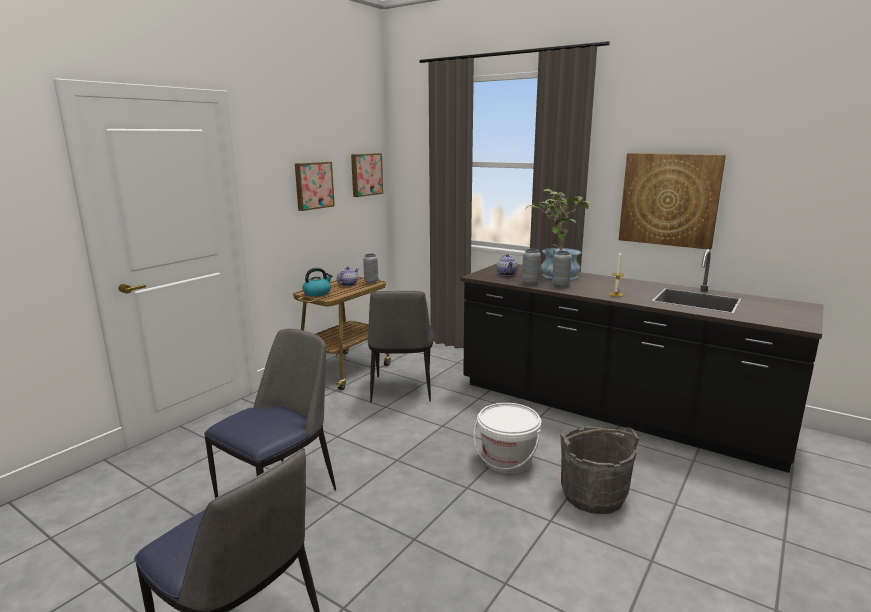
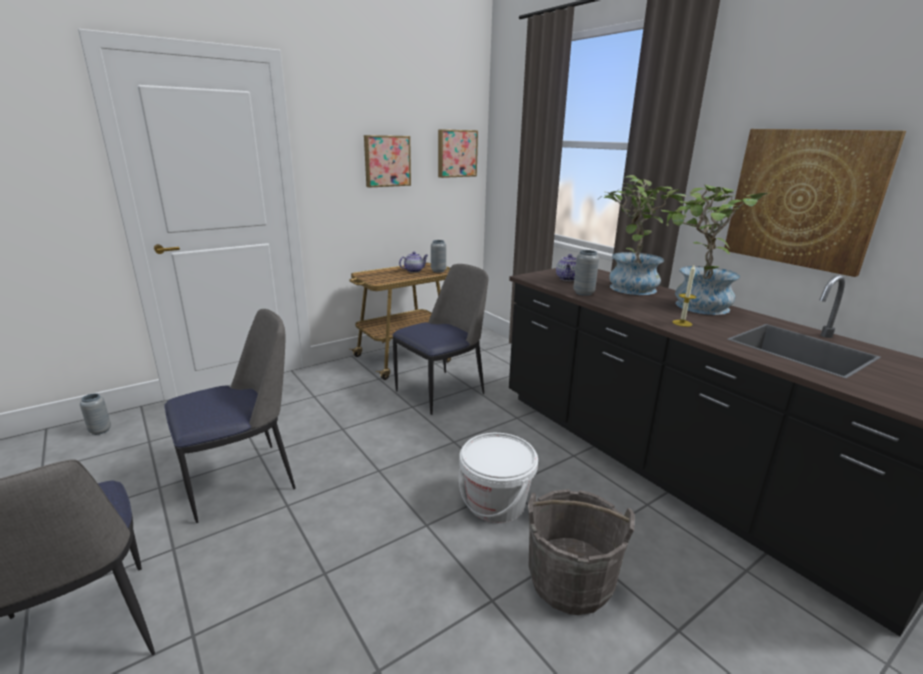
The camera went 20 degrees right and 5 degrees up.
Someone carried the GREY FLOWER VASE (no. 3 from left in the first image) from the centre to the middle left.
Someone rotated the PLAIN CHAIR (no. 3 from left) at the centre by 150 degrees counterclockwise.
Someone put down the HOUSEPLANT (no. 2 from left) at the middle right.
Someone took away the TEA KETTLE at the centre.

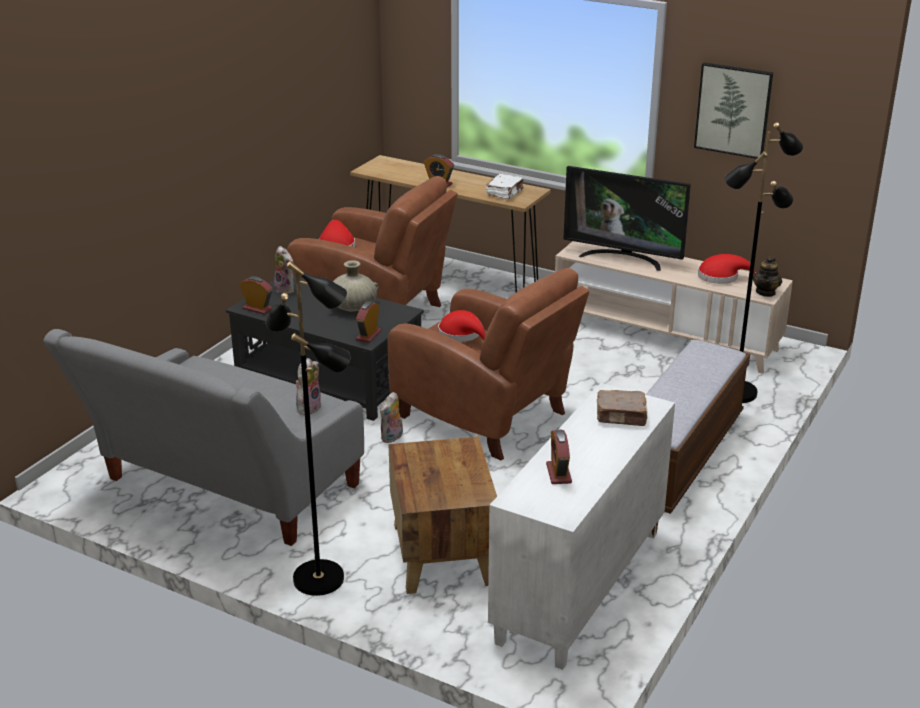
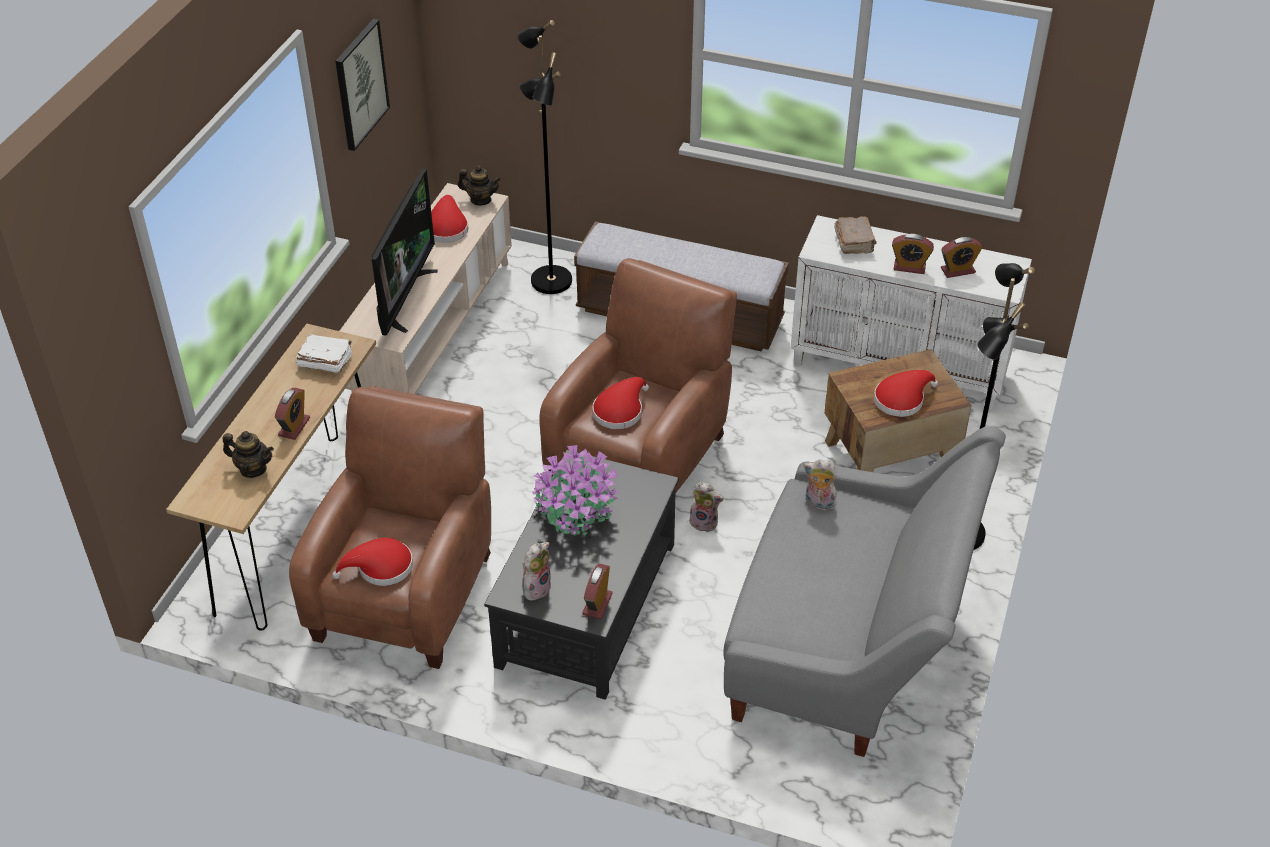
The camera went 100 degrees left and 15 degrees up.
Someone put down the TEAPOT (no. 1 from left) at the middle left.
Someone swapped the BEIGE-COLOURED FLOWER VASE at the centre for the HOUSEPLANT at the centre.
Someone put down the REDDISH CLOTHING HAT (no. 4 from left) at the middle right.
Someone carried the TABLE CLOCK (no. 2 from left in the first image) from the centre to the top right.

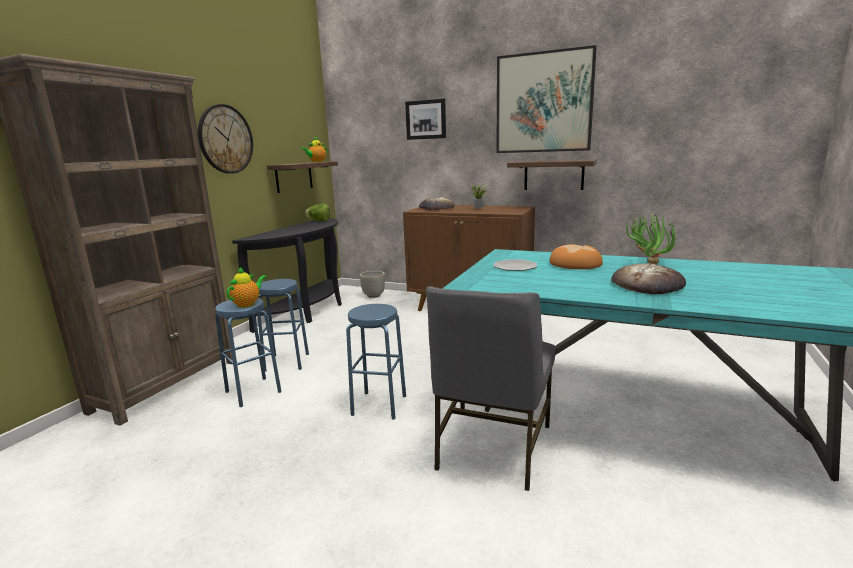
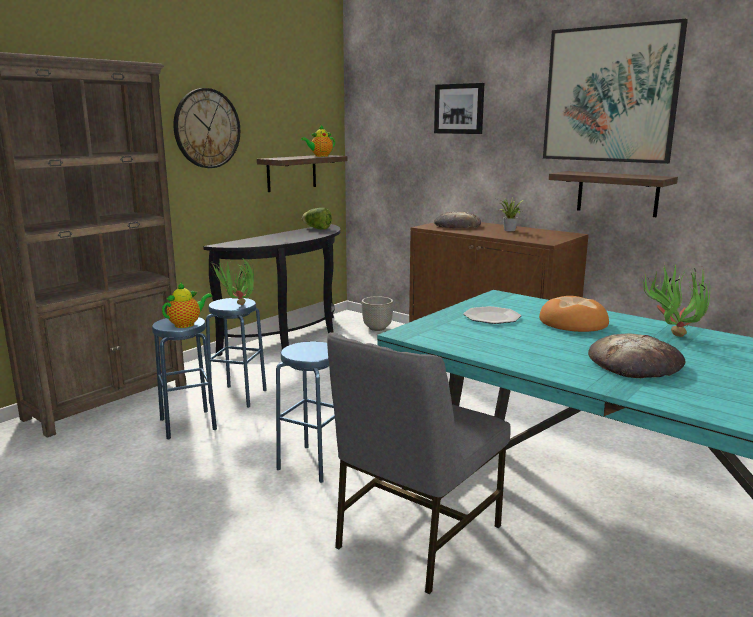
The camera went 15 degrees right and 0 degrees up.
Someone put down the HOUSEPLANT (no. 1 from left) at the middle left.

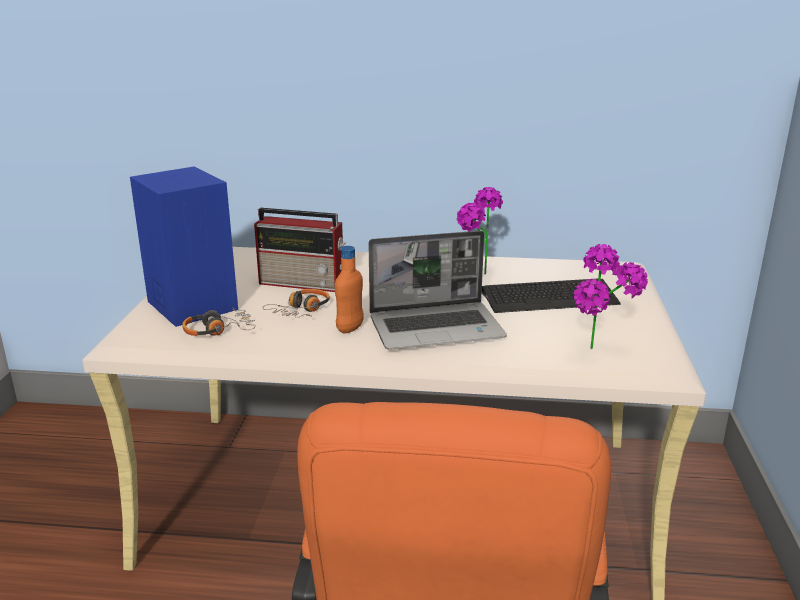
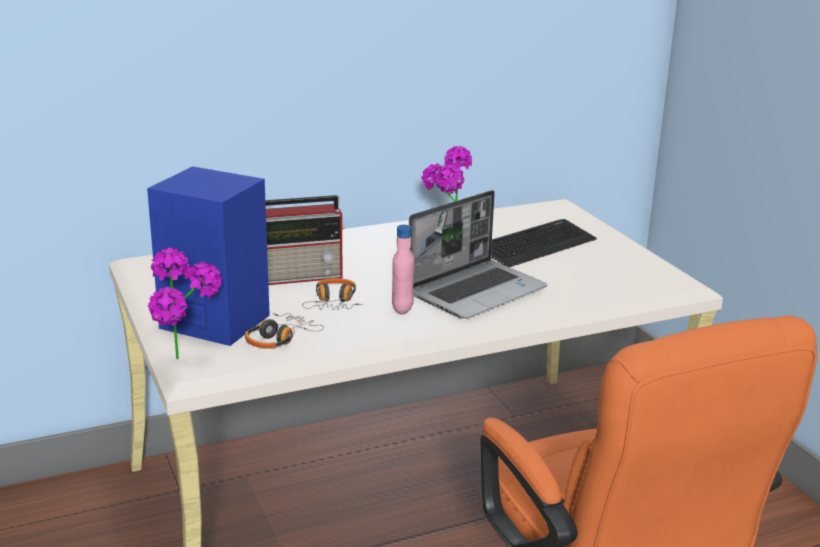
The camera went 30 degrees left and 0 degrees up.
Someone carried the HOUSEPLANT (no. 2 from left in the first image) from the middle right to the middle left.
Someone repainted the ORANGEY DRINK BOTTLE at the centre, which became the PINK-COLOURED DRINK BOTTLE at the centre.

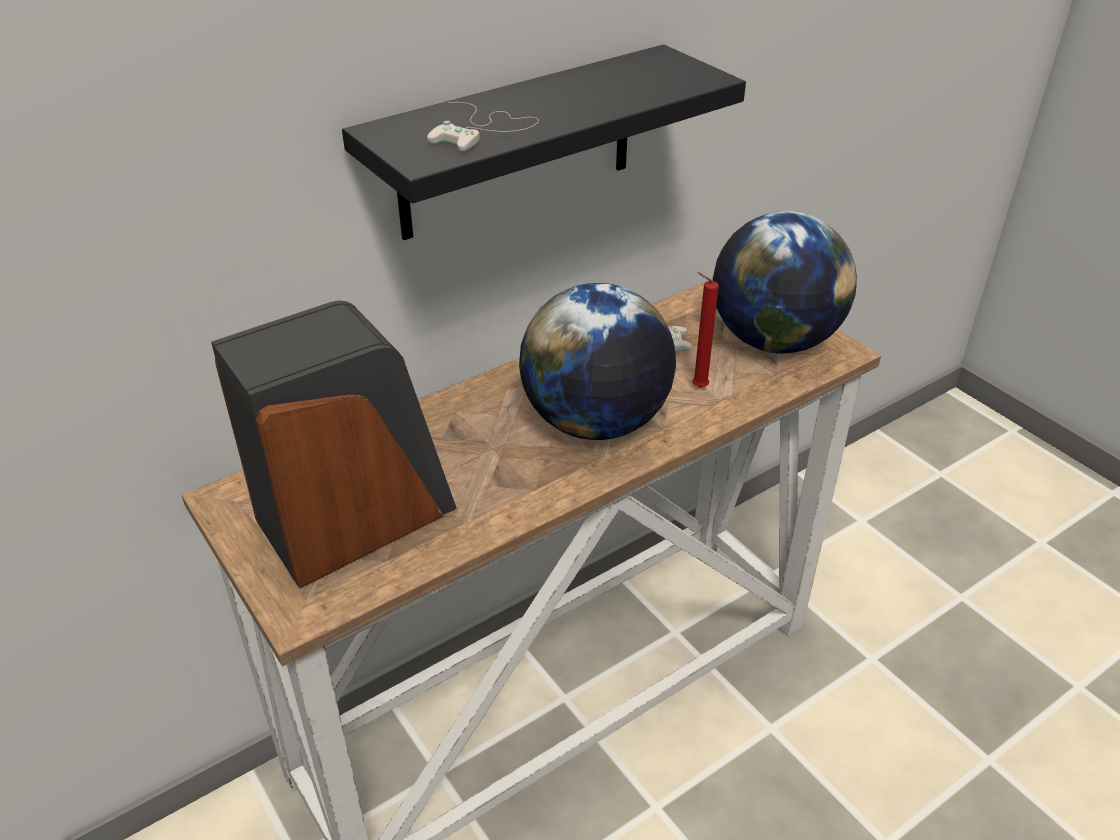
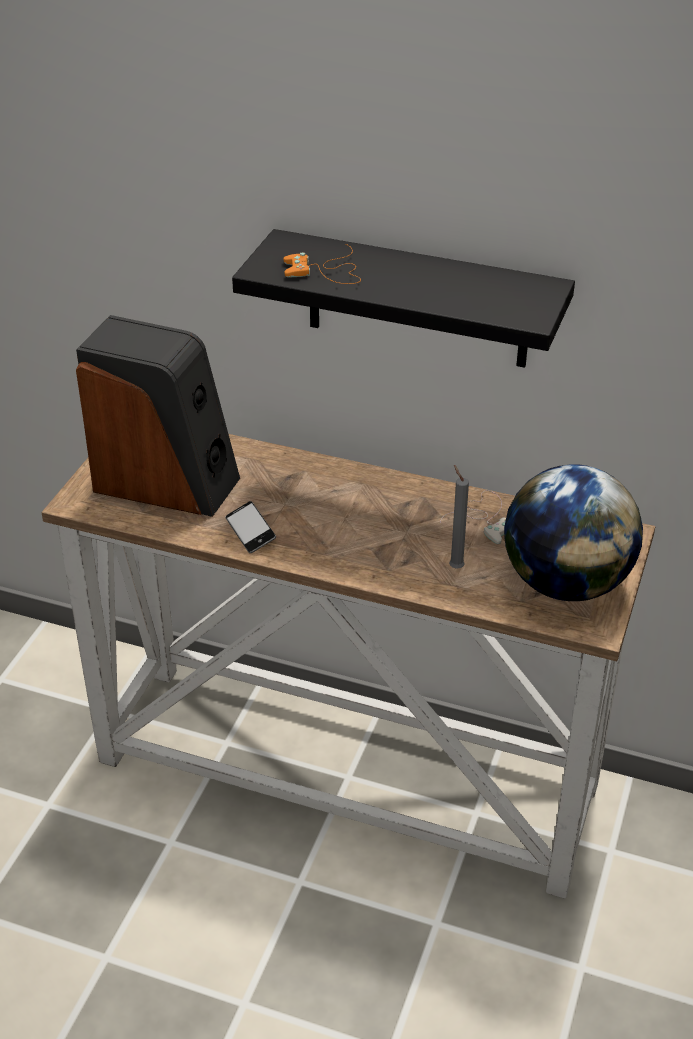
The camera went 55 degrees right and 0 degrees up.
Someone put down the HANDSET at the centre.
Someone repainted the WHITE-COLOURED JOYPAD (no. 1 from left) at the top centre, which became the ORANGEY JOYPAD at the top centre.
Someone repainted the REDDISH WAX CANDLE at the centre, which became the GREY WAX CANDLE at the centre.
Someone took away the DESK GLOBE (no. 1 from left) at the centre.

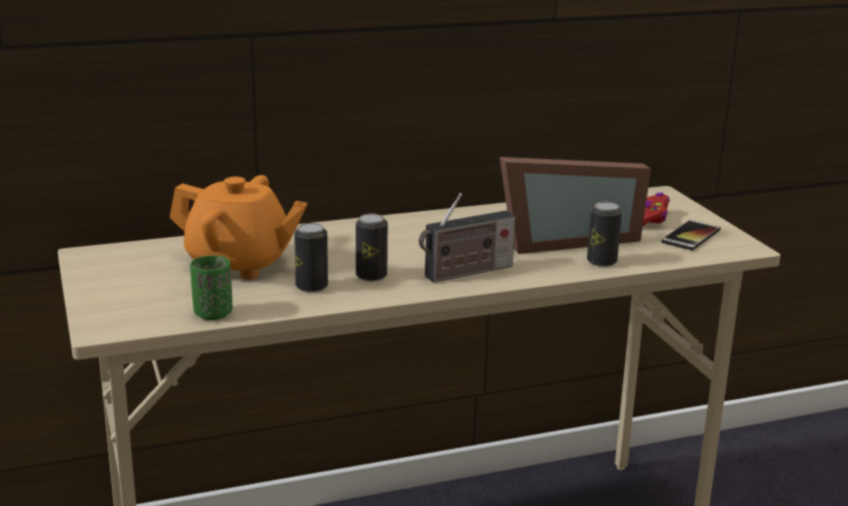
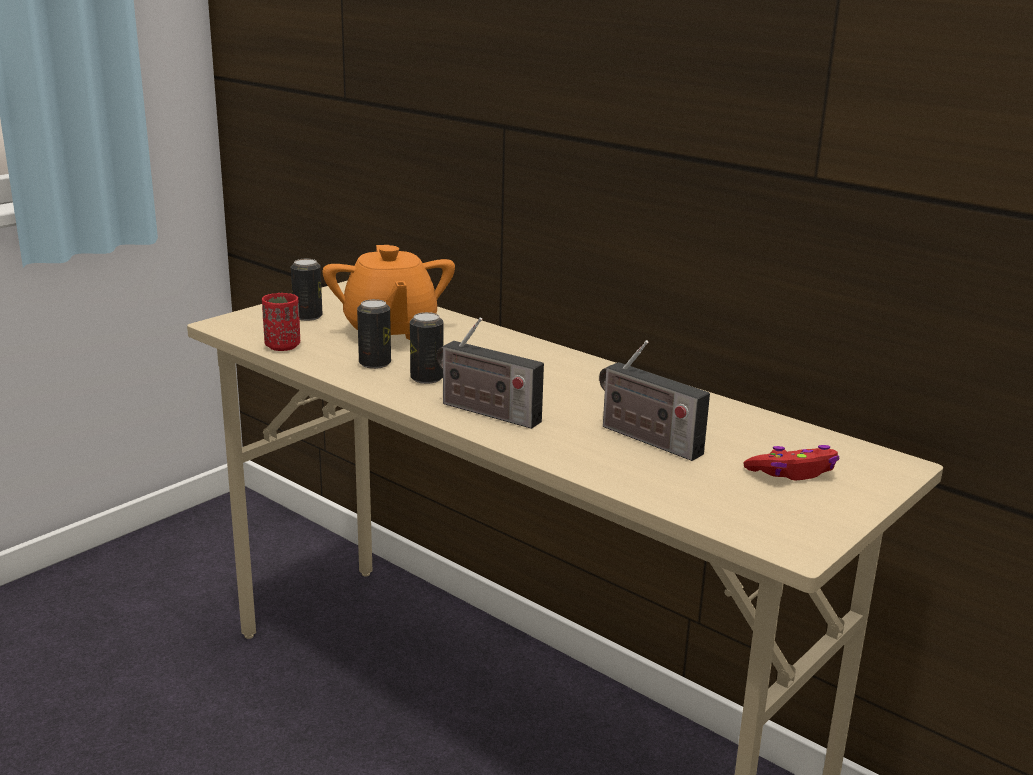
The camera went 60 degrees right and 0 degrees up.
Someone repainted the GREENISH CUP at the middle left, which became the REDDISH CUP at the middle left.
Someone carried the SEALED CAN (no. 3 from left in the first image) from the middle right to the middle left.
Someone swapped the PICTURE FRAME at the middle right for the RADIO RECEIVER (no. 2 from left) at the centre.
Someone took away the HANDSET at the middle right.

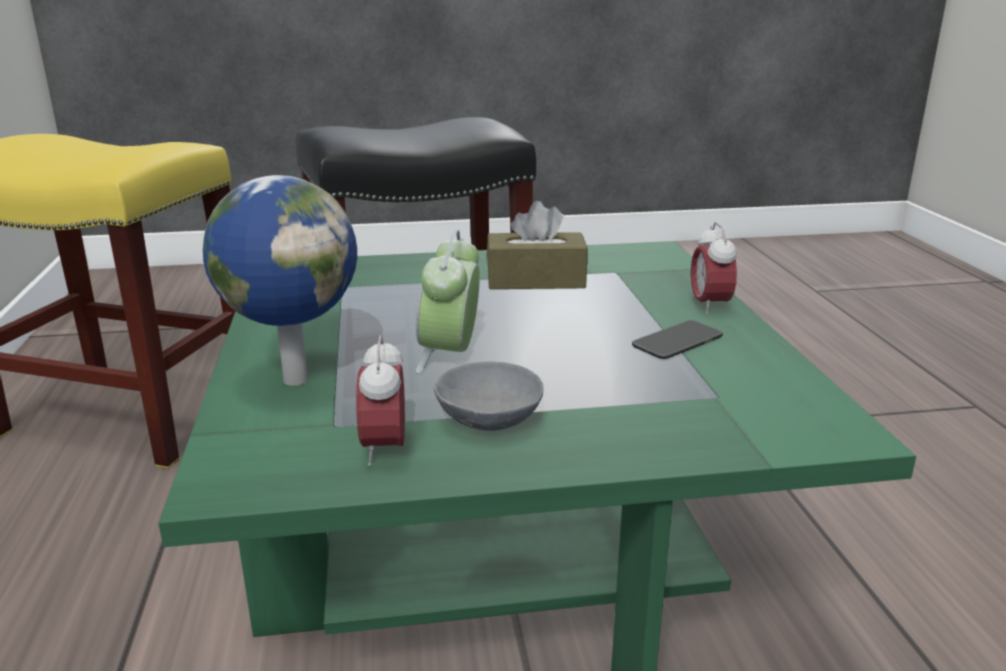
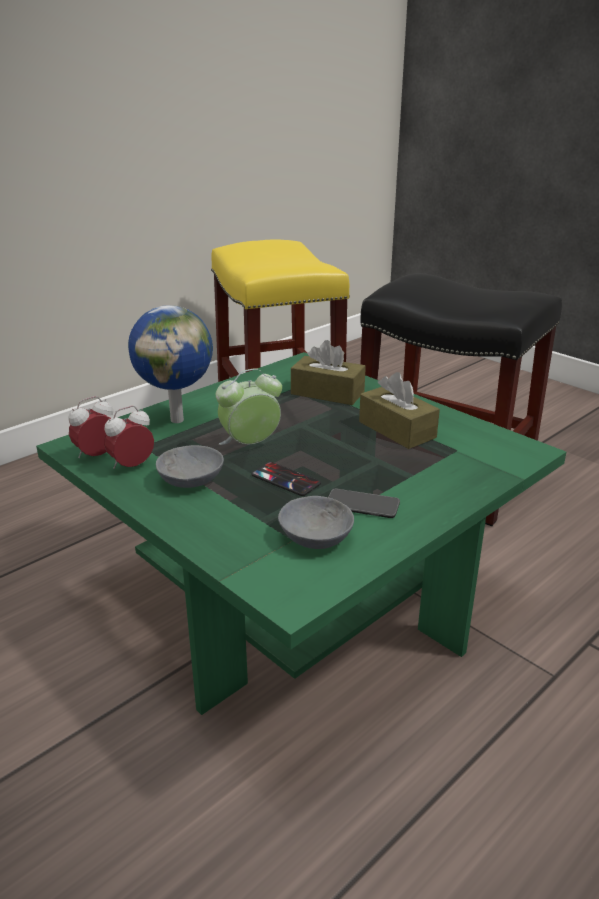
The camera went 55 degrees right and 5 degrees up.
Someone carried the TABLE CLOCK (no. 3 from left in the first image) from the middle right to the middle left.
Someone put down the HANDSET (no. 1 from left) at the centre.
Someone put down the GREY DEEP DISH (no. 2 from left) at the centre.
Someone put down the BROWN-COLOURED TISSUE BOX (no. 1 from left) at the centre.

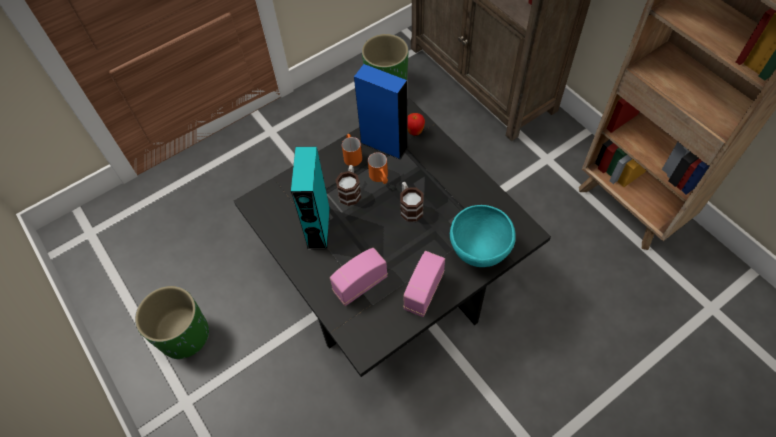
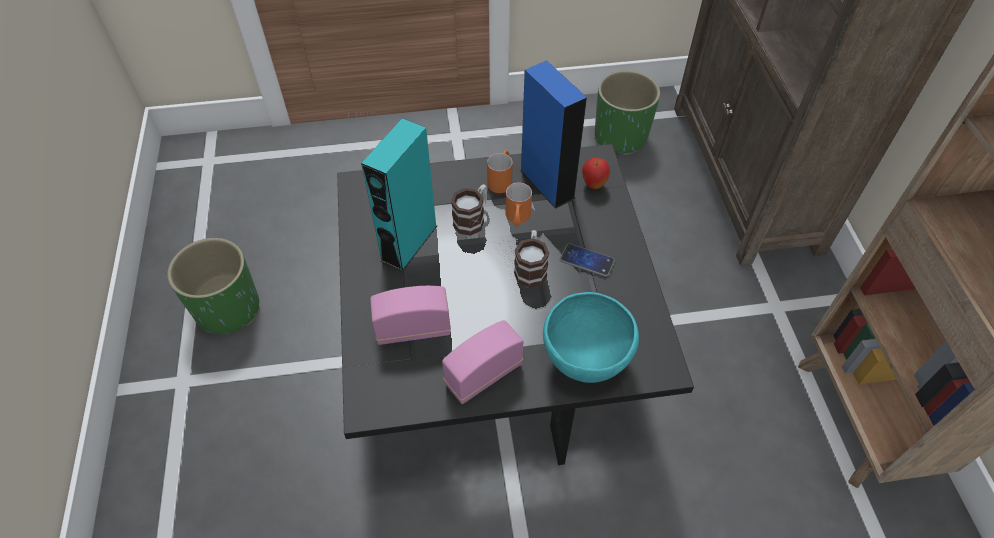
The camera went 25 degrees right and 5 degrees down.
Someone put down the HANDSET at the centre.

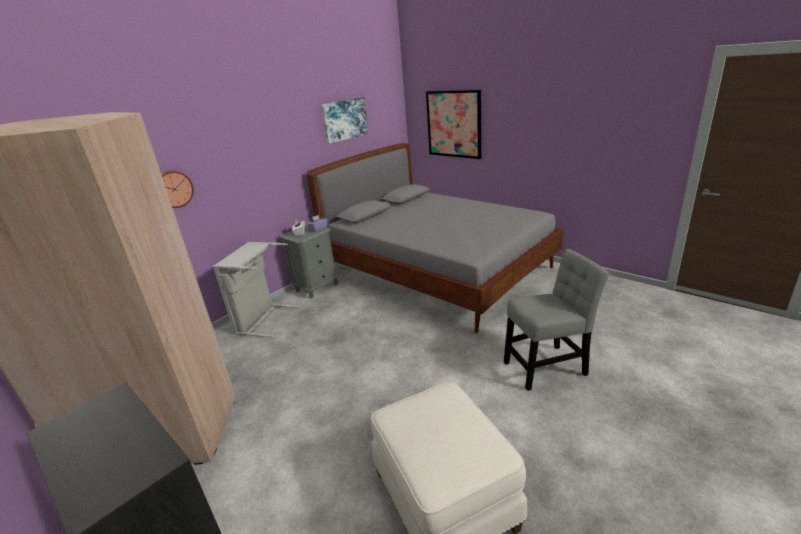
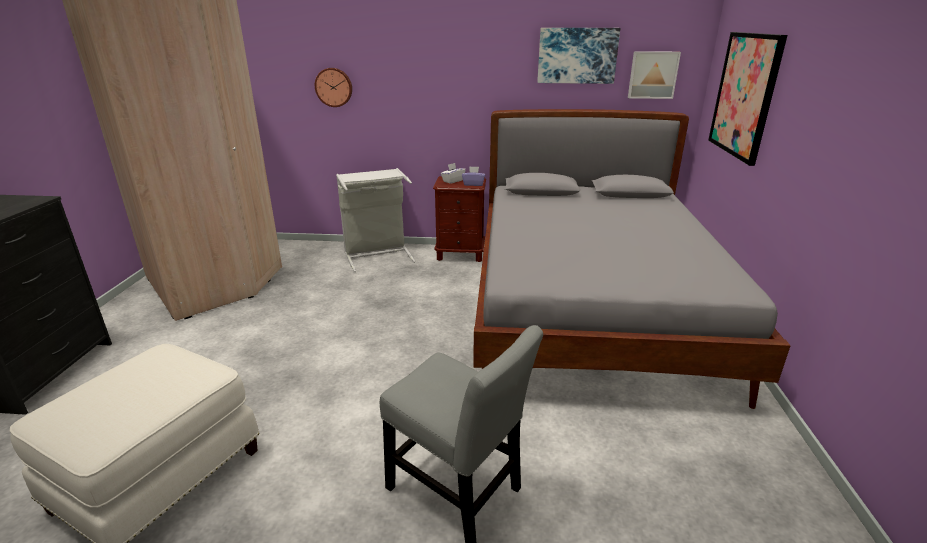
The camera went 50 degrees right and 0 degrees up.
Someone repainted the GREY BEDSIDE TABLE at the centre, which became the BROWN-COLOURED BEDSIDE TABLE at the centre.
Someone put up the WALL PICTURE (no. 2 from left) at the top right.

